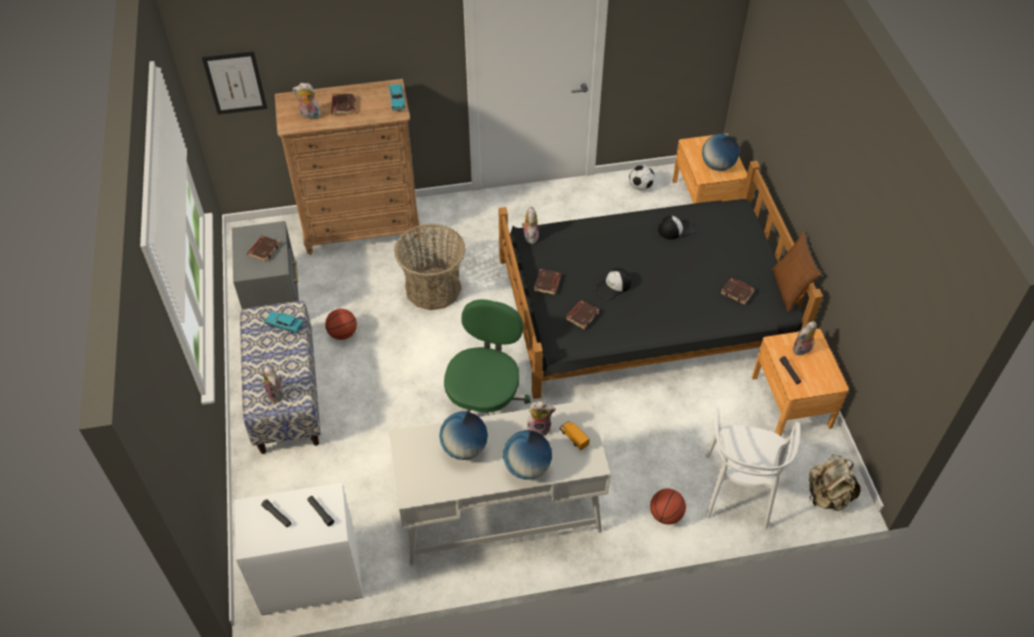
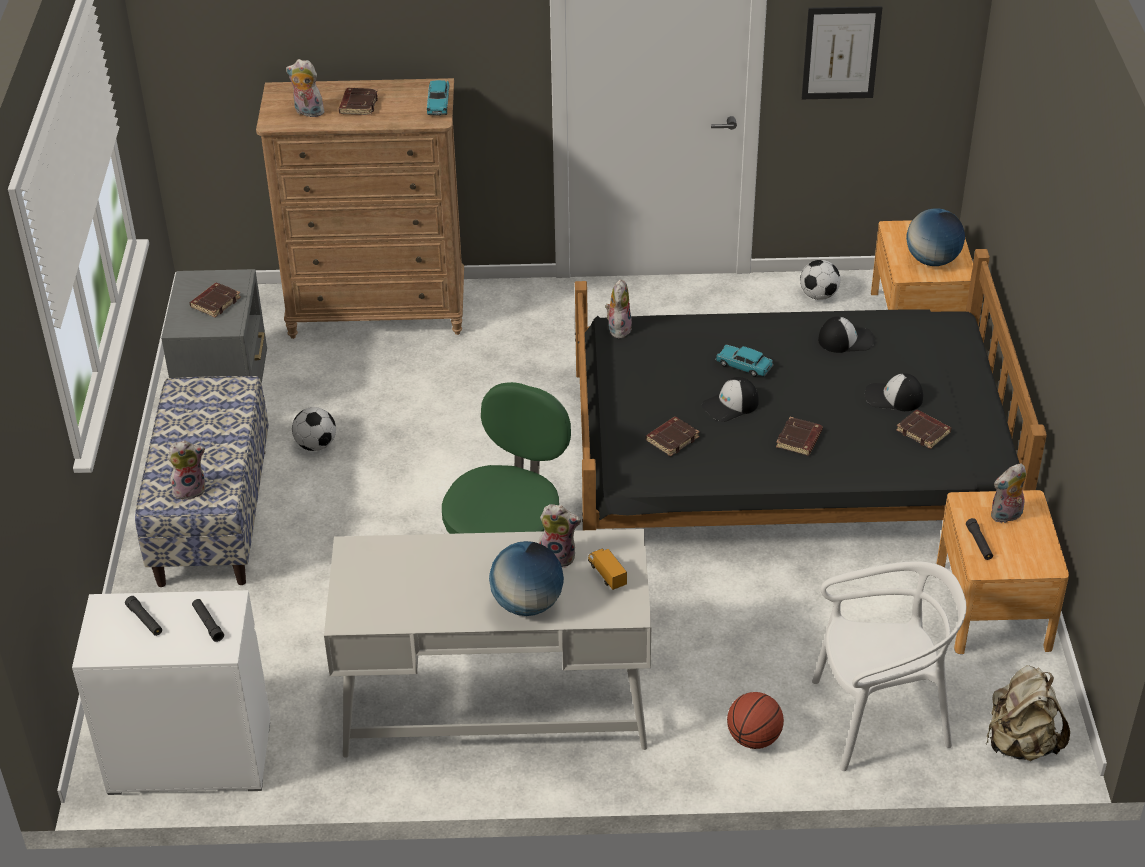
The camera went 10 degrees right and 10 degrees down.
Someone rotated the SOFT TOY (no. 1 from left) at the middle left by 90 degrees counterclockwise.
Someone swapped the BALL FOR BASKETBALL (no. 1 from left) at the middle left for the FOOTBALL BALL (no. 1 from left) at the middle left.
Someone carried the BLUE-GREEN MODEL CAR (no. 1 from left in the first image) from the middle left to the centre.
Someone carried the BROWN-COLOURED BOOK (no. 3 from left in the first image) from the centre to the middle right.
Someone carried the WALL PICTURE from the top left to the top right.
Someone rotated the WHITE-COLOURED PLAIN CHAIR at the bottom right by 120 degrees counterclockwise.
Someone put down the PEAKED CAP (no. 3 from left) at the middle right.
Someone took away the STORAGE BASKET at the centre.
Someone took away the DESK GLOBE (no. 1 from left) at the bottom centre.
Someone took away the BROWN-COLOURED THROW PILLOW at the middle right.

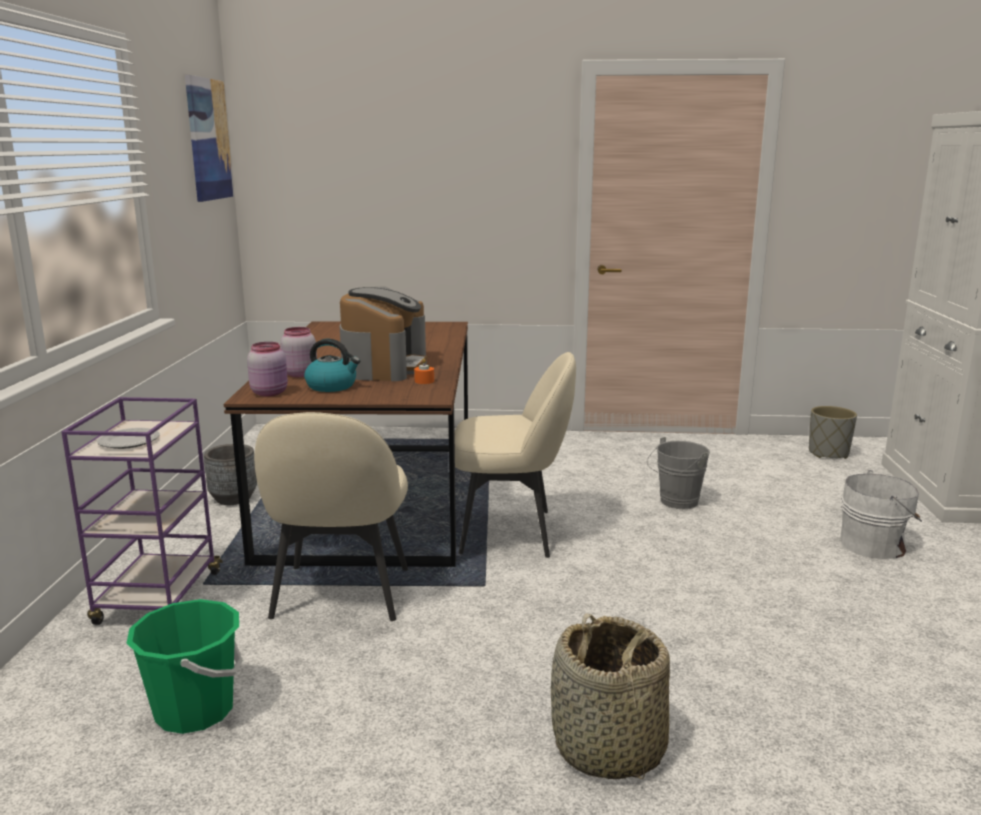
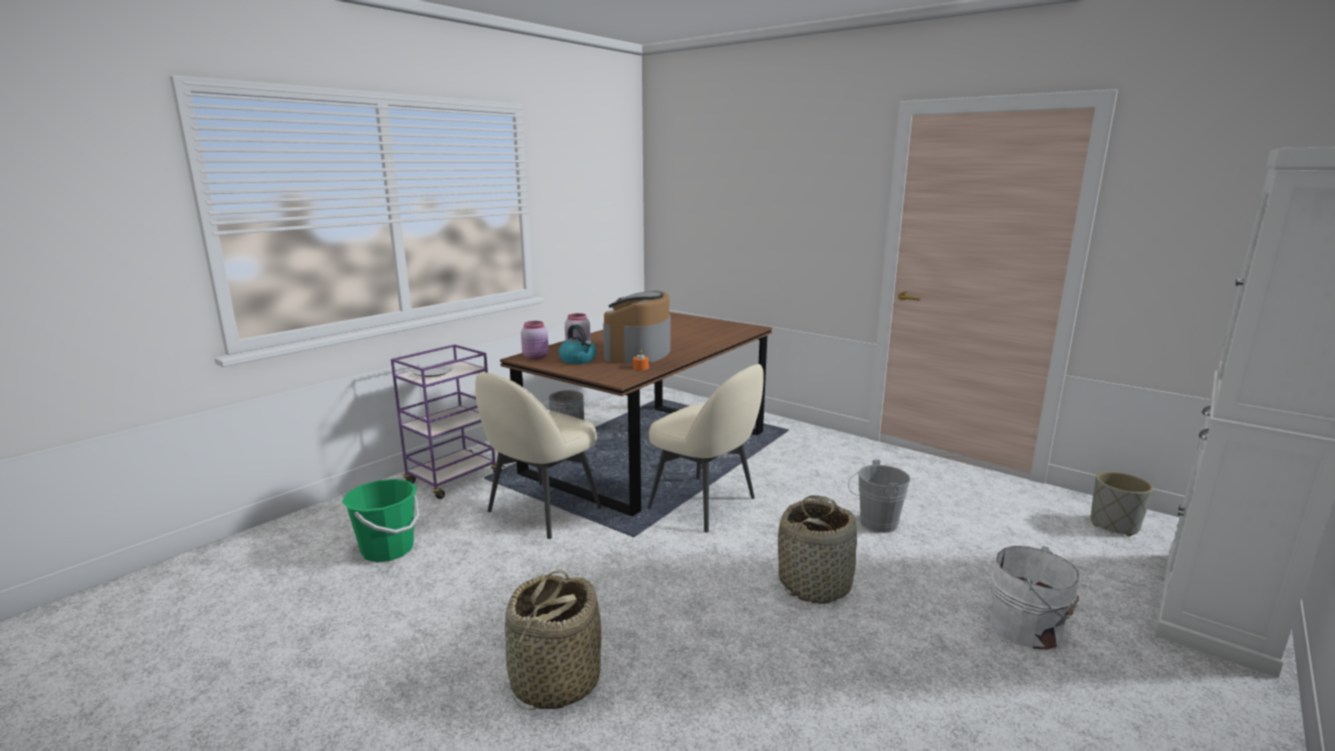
The camera went 35 degrees right and 0 degrees up.
Someone rotated the COFFEE BREWER at the centre by 150 degrees clockwise.
Someone put down the STORAGE BASKET (no. 2 from left) at the bottom centre.
Someone took away the WALL PICTURE at the top left.

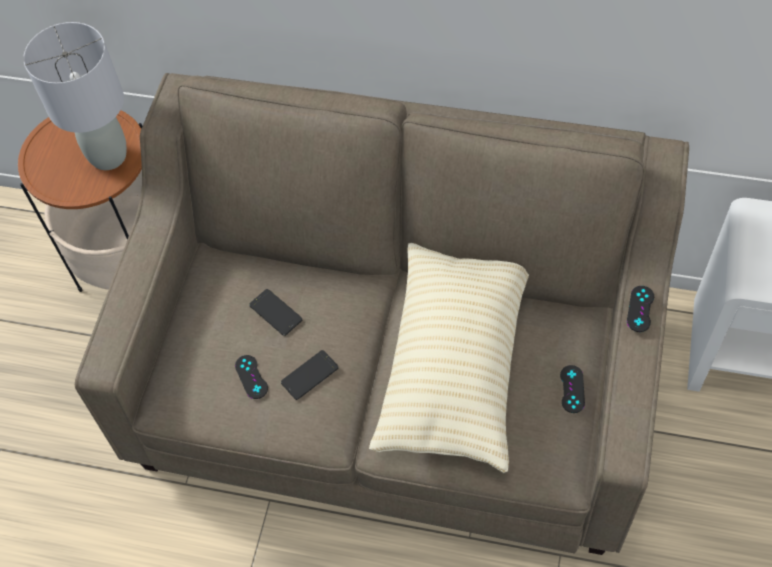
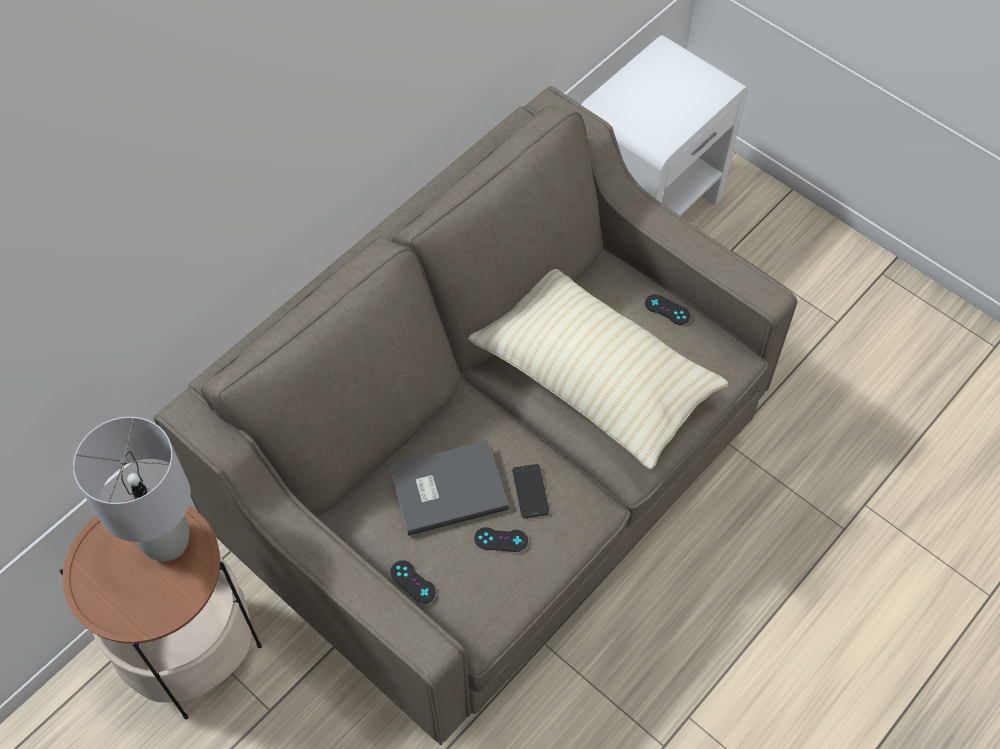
The camera went 65 degrees left and 0 degrees up.
Someone swapped the HANDSET (no. 1 from left) at the centre for the GREY BOOK at the centre.
Someone carried the BLACKISH JOYPAD (no. 3 from left in the first image) from the middle right to the bottom centre.

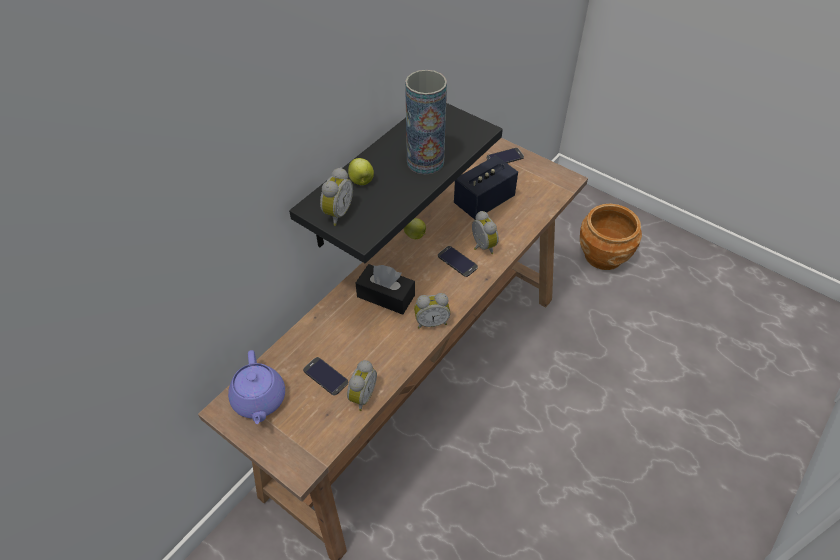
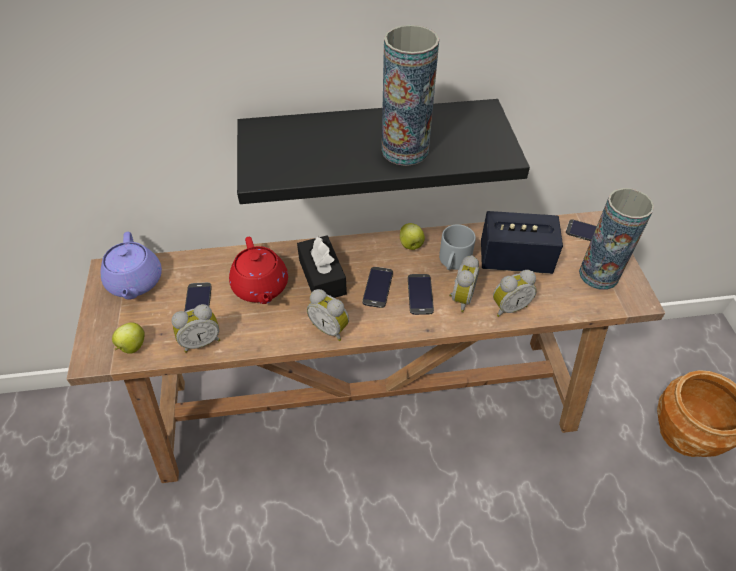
The camera went 45 degrees right and 0 degrees up.
Someone rotated the PURPLE TEAPOT at the bottom left by 45 degrees counterclockwise.
Someone carried the APPLE FRUIT (no. 1 from left) from the top centre to the middle left.
Someone put down the REDDISH TEAPOT at the centre.
Someone put down the HANDSET (no. 2 from left) at the centre.
Someone put down the GREY MUG at the centre.
Someone carried the TABLE CLOCK (no. 1 from left in the first image) from the centre to the middle right.
Someone put down the FLOWER VASE (no. 2 from left) at the middle right.

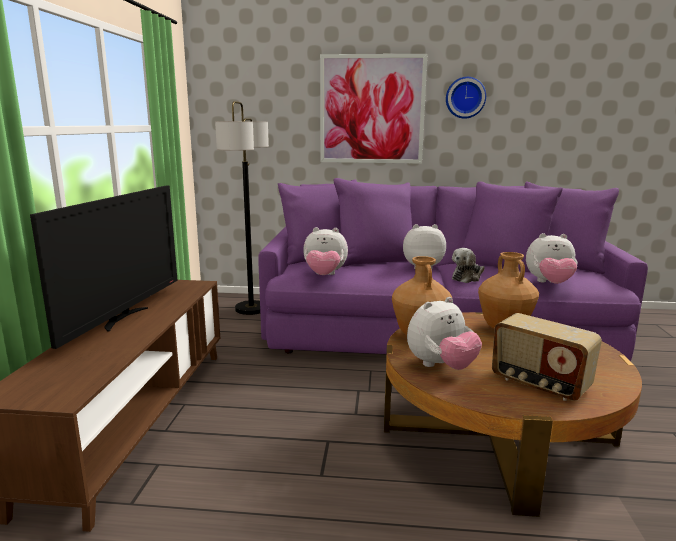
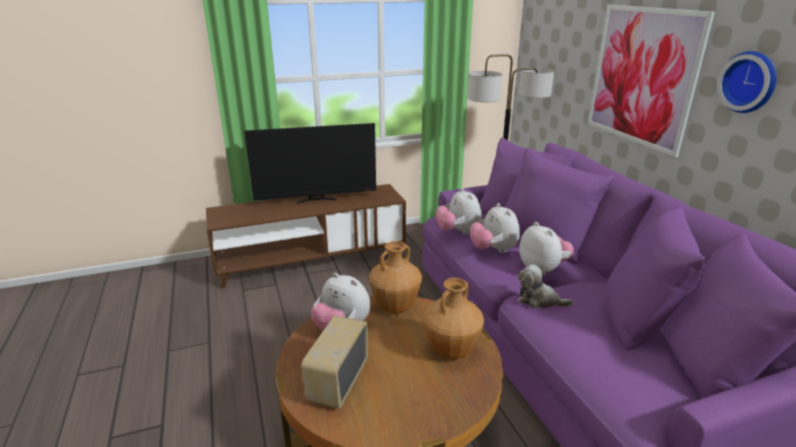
The camera went 65 degrees right and 10 degrees up.
Someone carried the SOFT TOY (no. 5 from left in the first image) from the middle right to the centre.

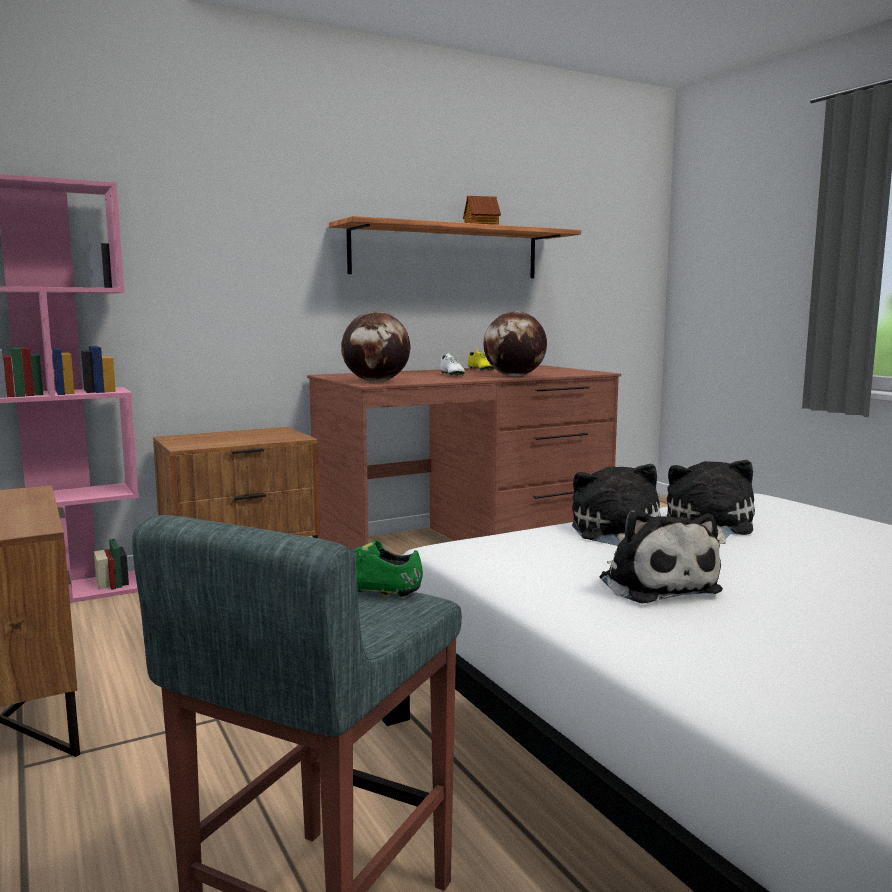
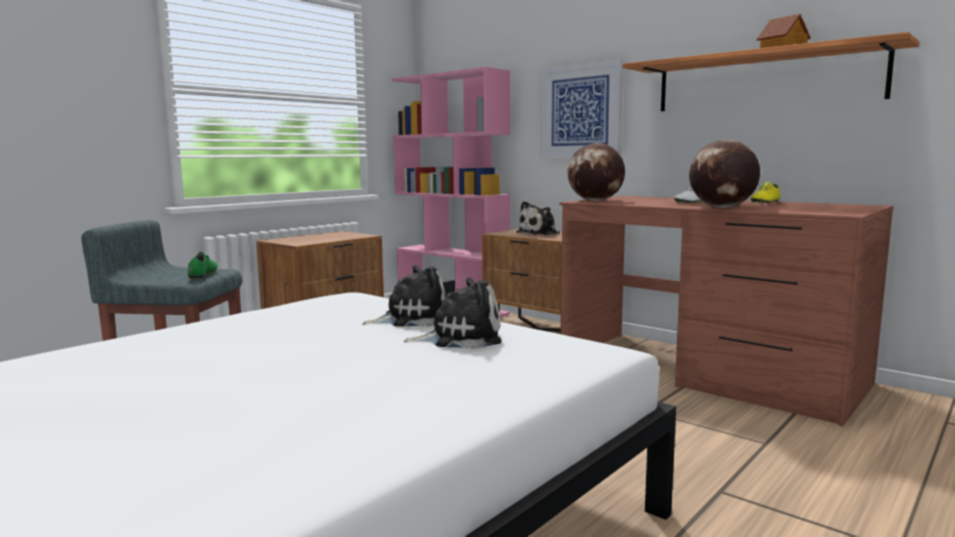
The camera went 70 degrees right and 0 degrees up.
Someone carried the SOFT TOY (no. 2 from left in the first image) from the middle right to the centre.
Someone put up the WALL PICTURE at the top centre.

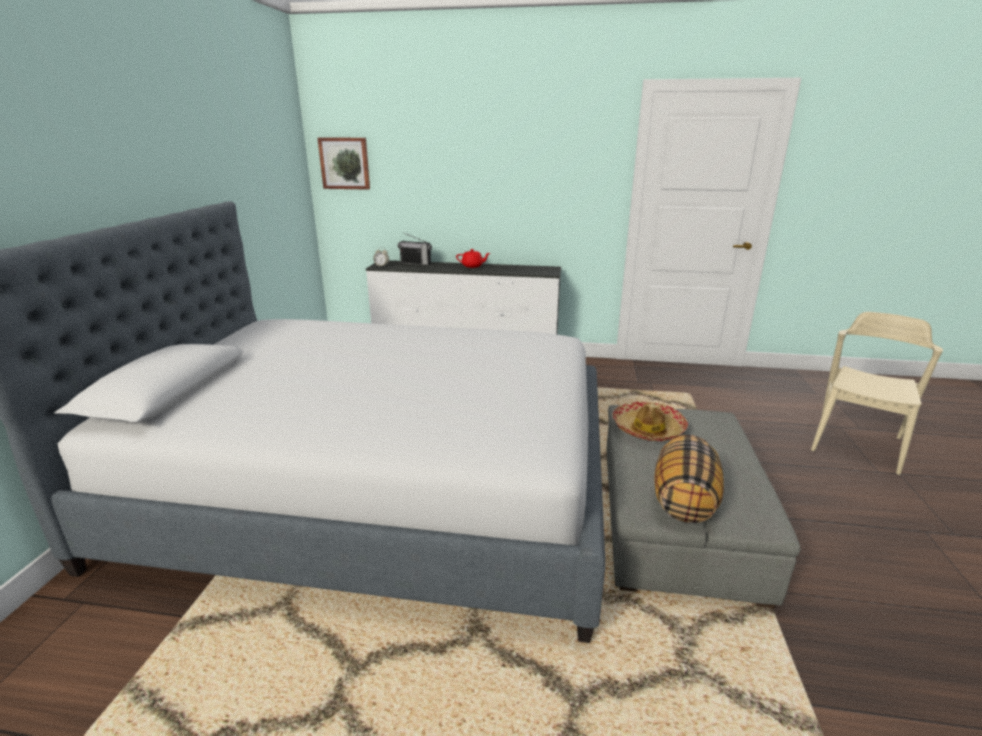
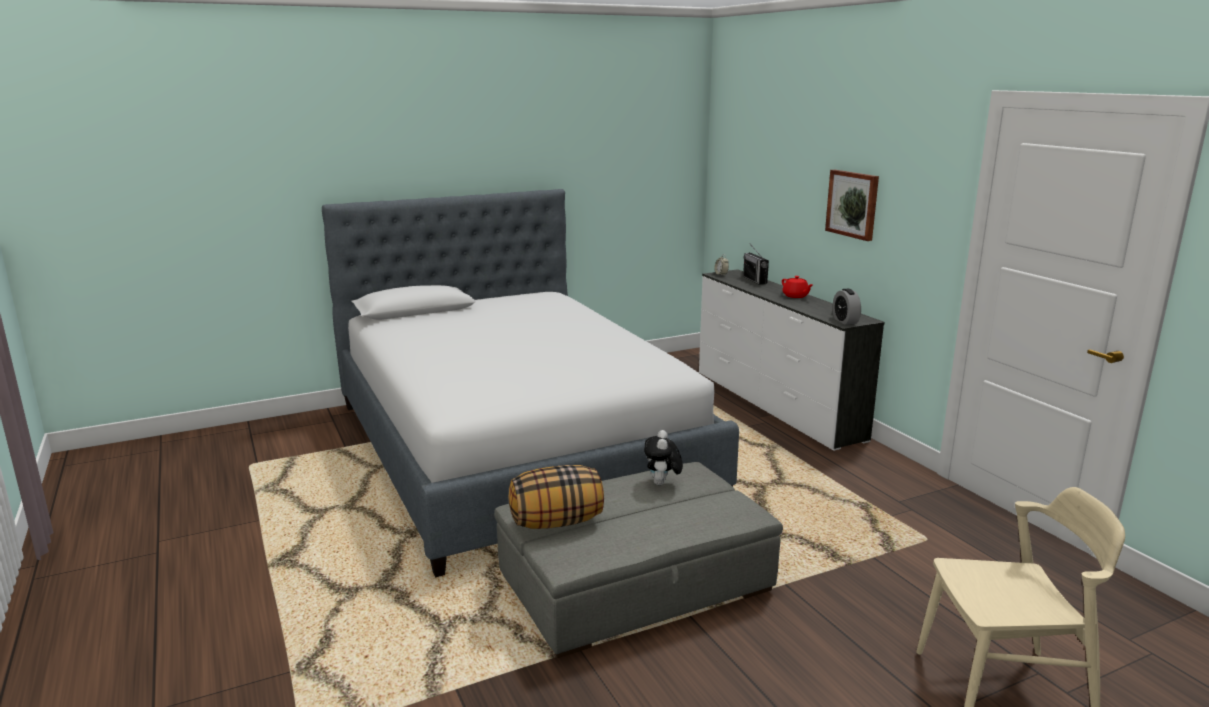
The camera went 55 degrees right and 5 degrees down.
Someone swapped the CLOTHING HAT at the centre for the SOFT TOY at the centre.
Someone carried the WALL PICTURE from the top centre to the top right.
Someone put down the TABLE CLOCK (no. 2 from left) at the middle right.

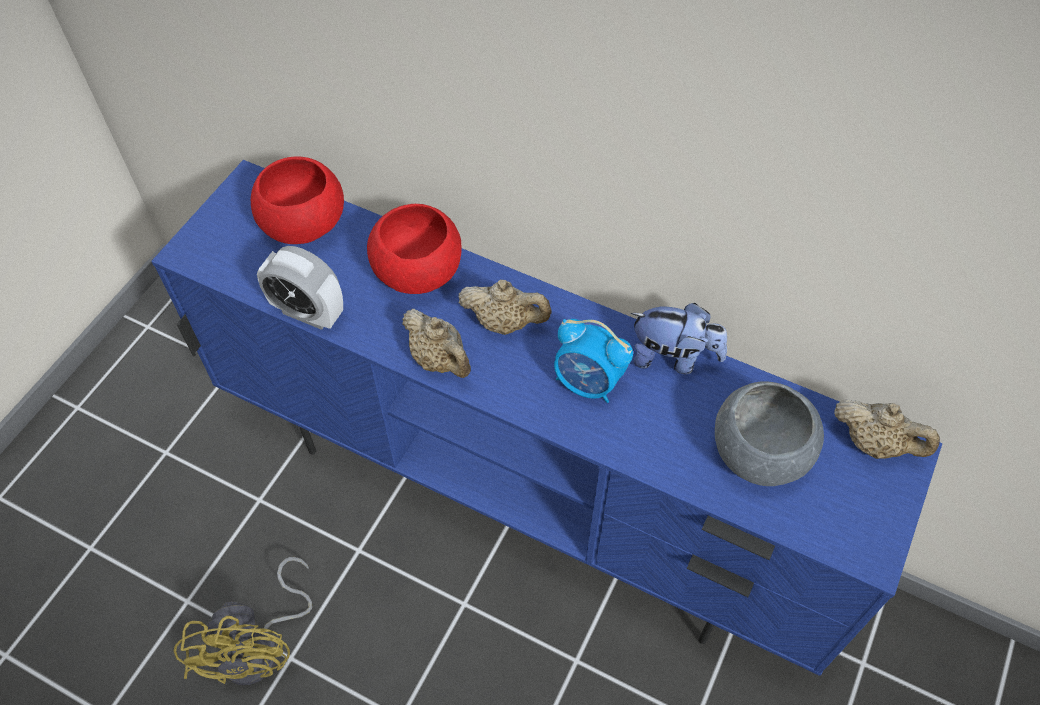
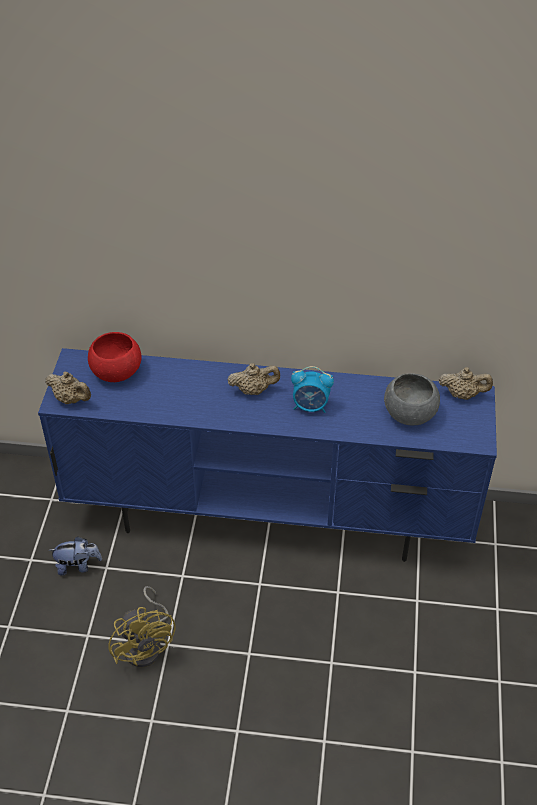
The camera went 20 degrees left and 10 degrees down.
Someone carried the BEIGE-COLOURED TEAPOT (no. 1 from left) from the centre to the middle left.
Someone carried the SOFT TOY from the centre to the bottom left.
Someone took away the TABLE CLOCK (no. 1 from left) at the middle left.
Someone took away the REDDISH DEEP DISH (no. 2 from left) at the centre.

